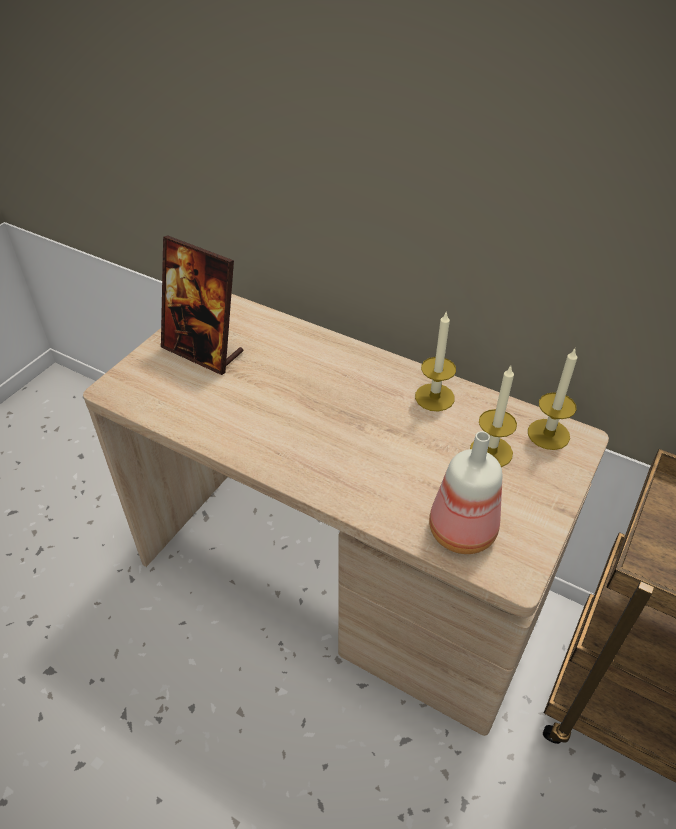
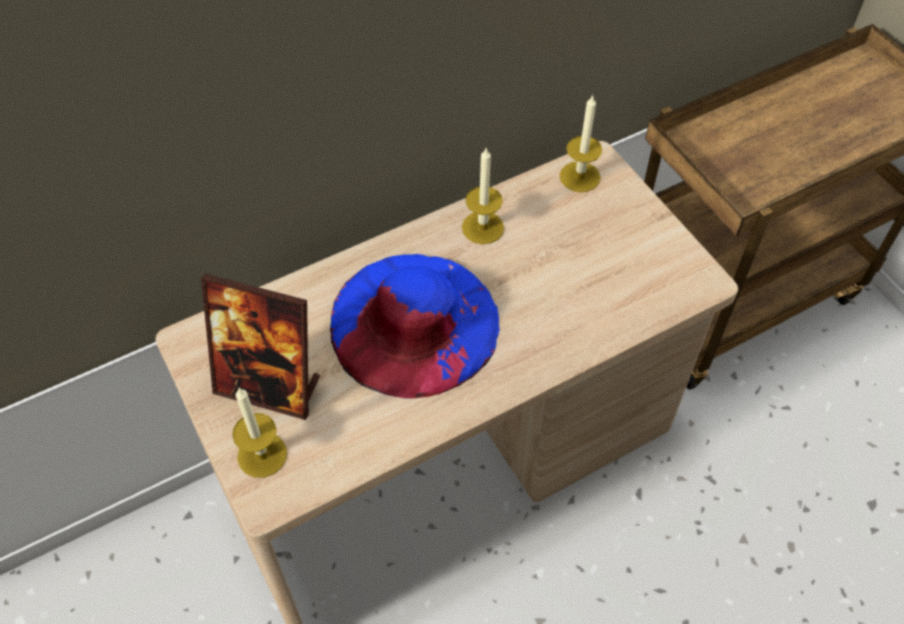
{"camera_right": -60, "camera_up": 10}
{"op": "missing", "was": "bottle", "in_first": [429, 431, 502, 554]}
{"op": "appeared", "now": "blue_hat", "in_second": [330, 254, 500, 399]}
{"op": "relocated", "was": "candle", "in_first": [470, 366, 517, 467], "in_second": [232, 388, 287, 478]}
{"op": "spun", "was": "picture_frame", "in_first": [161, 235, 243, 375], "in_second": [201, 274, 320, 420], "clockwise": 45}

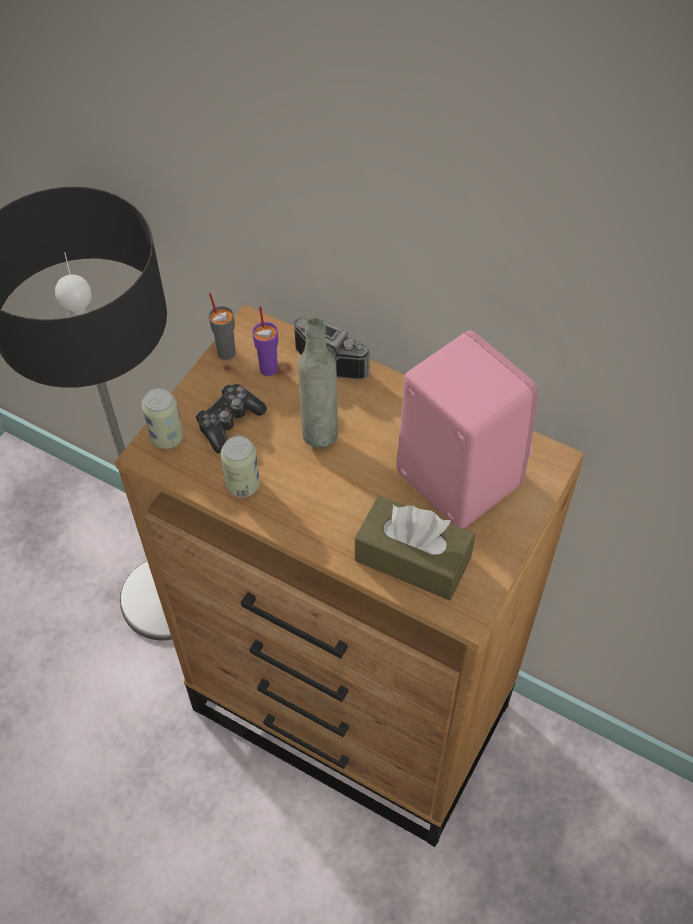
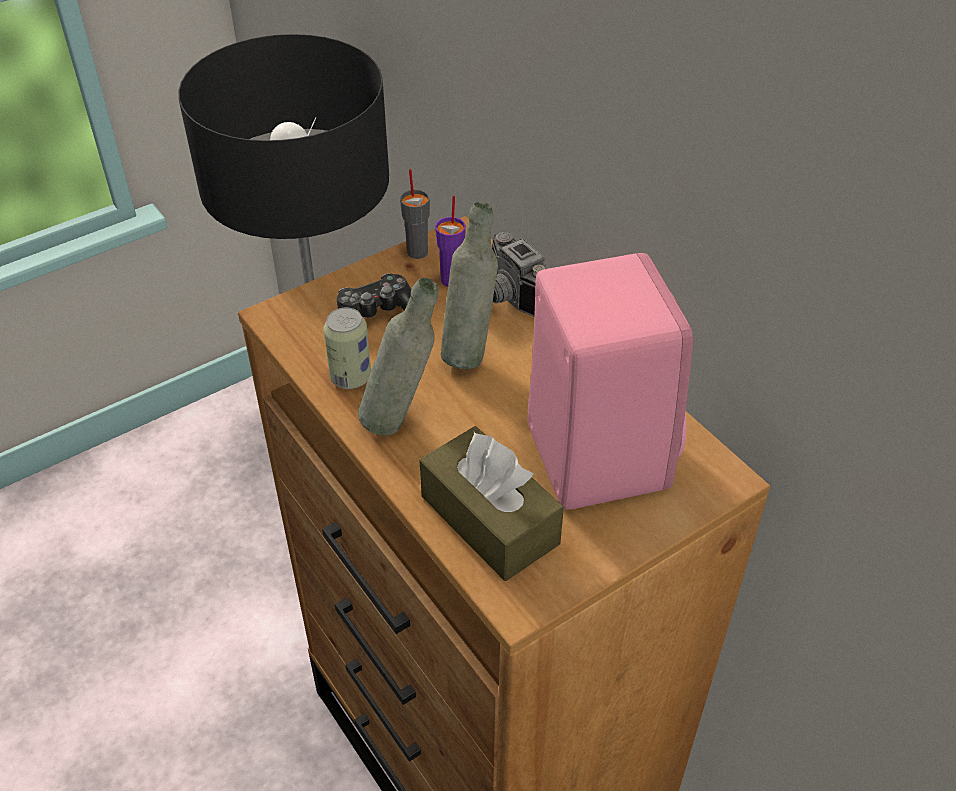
{"camera_right": 25, "camera_up": -10}
{"op": "missing", "was": "can", "in_first": [142, 388, 183, 449]}
{"op": "appeared", "now": "grey_bottle", "in_second": [358, 278, 438, 436]}

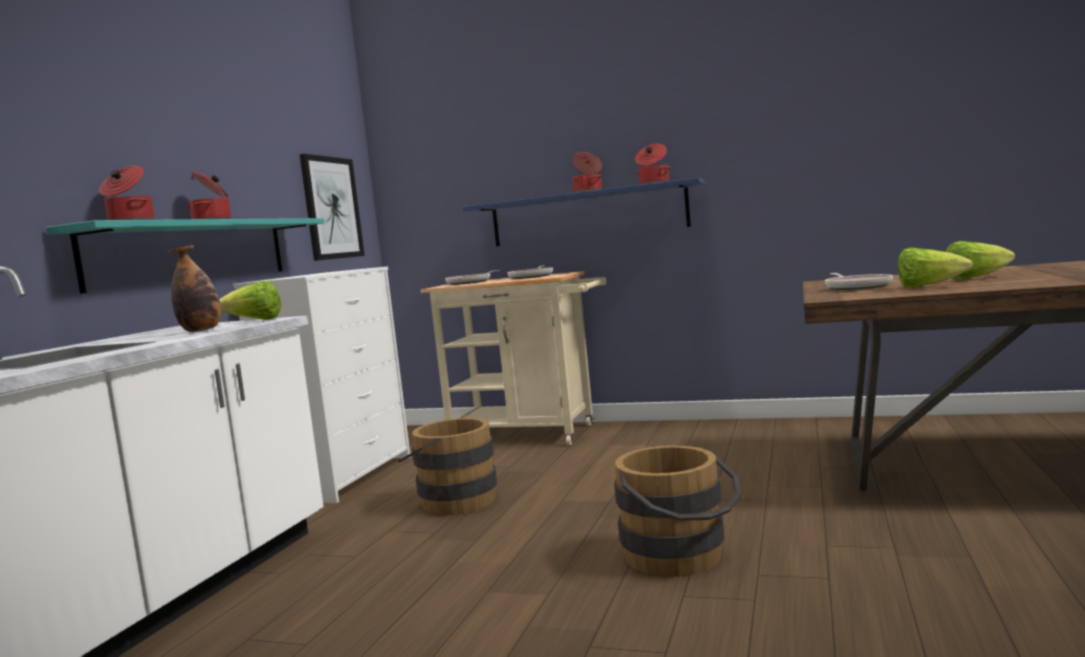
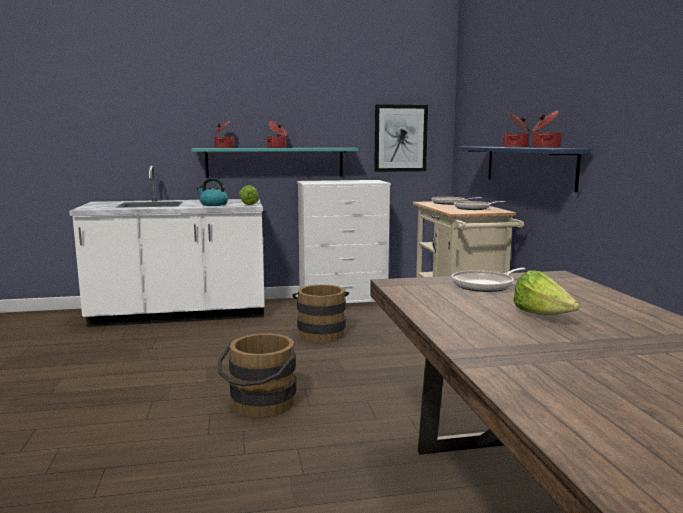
{"camera_right": 60, "camera_up": 5}
{"op": "missing", "was": "lettuce", "in_first": [898, 247, 973, 288]}
{"op": "exchanged", "was": "bottle", "now": "kettle", "in_first": [168, 245, 221, 332], "in_second": [196, 178, 228, 206]}

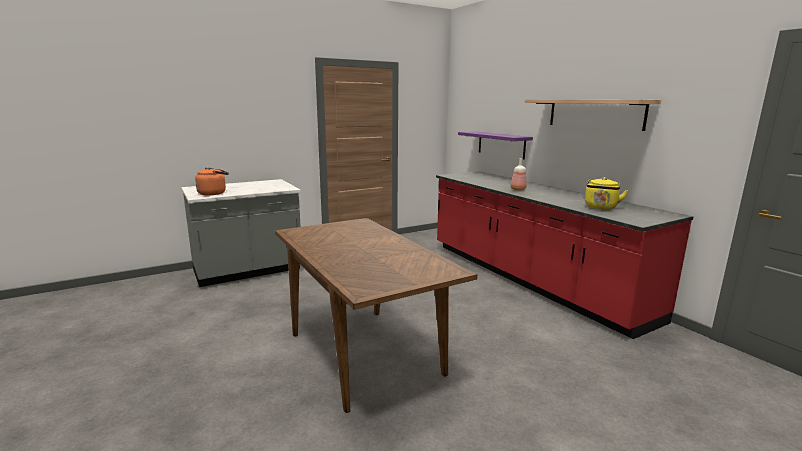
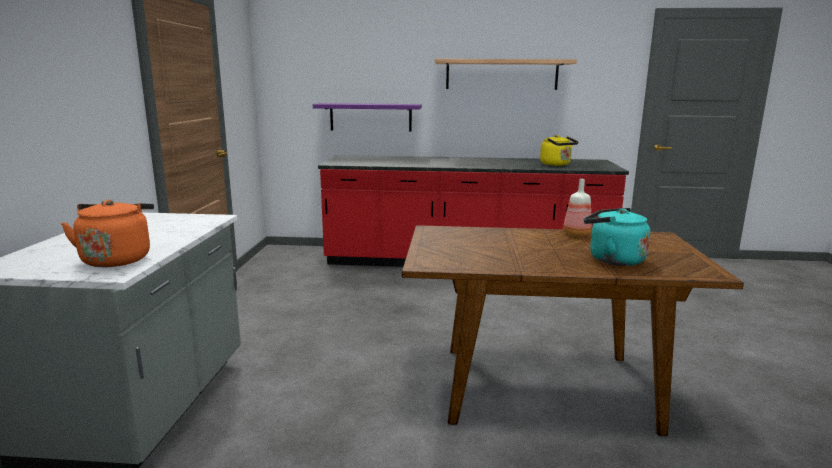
{"camera_right": -55, "camera_up": 0}
{"op": "appeared", "now": "turquoise_kettle", "in_second": [584, 208, 651, 266]}
{"op": "relocated", "was": "bottle", "in_first": [511, 158, 526, 190], "in_second": [563, 179, 592, 236]}

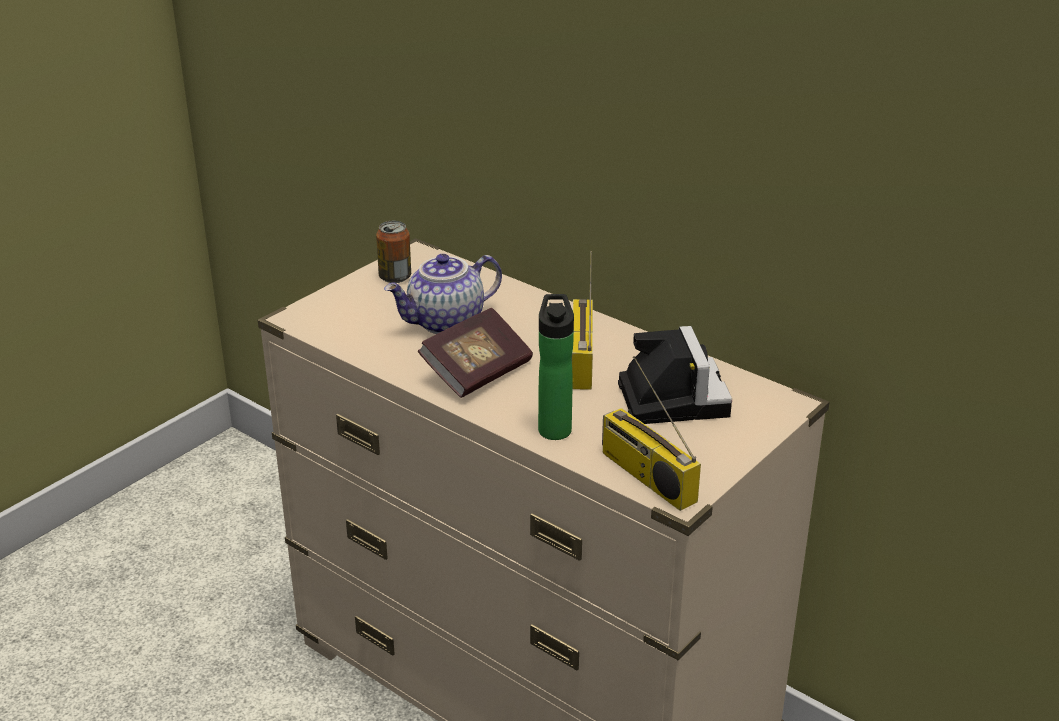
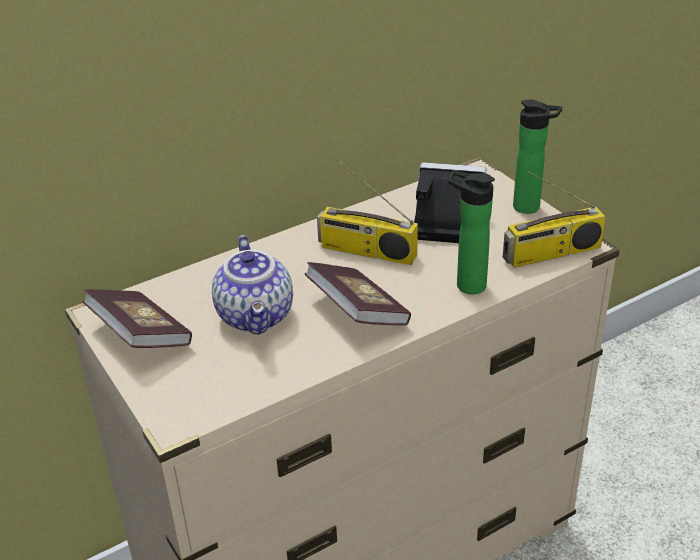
{"camera_right": -70, "camera_up": 5}
{"op": "appeared", "now": "bottle", "in_second": [513, 100, 562, 214]}
{"op": "exchanged", "was": "can", "now": "book", "in_first": [376, 221, 411, 283], "in_second": [83, 289, 192, 348]}

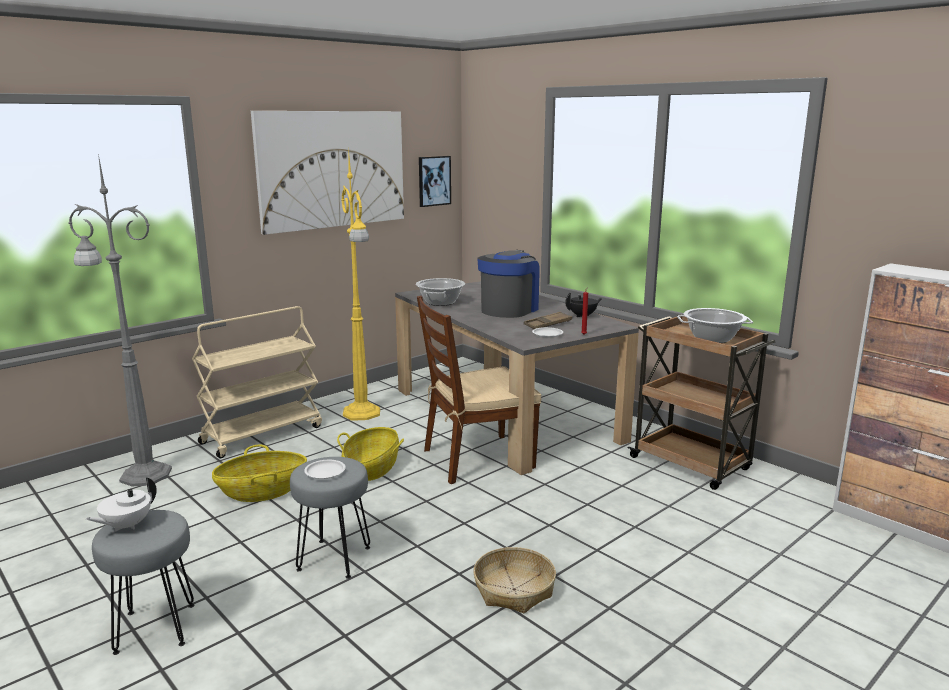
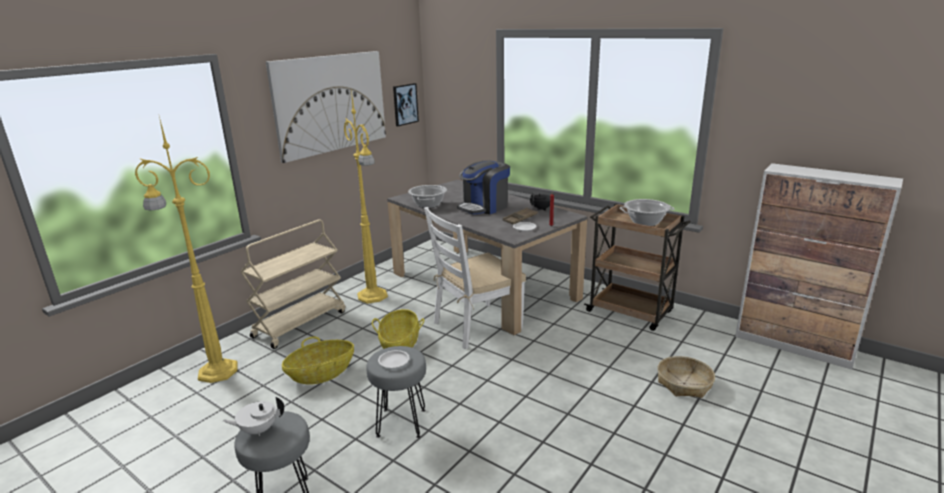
{"camera_right": -10, "camera_up": 5}
{"op": "relocated", "was": "basket", "in_first": [473, 547, 556, 613], "in_second": [657, 356, 715, 398]}
{"op": "colour", "was": "grey_floor_lamp", "now": "yellow_floor_lamp", "in_first": [69, 154, 172, 487], "in_second": [135, 117, 238, 383]}
{"op": "colour", "was": "brown_chair", "now": "white_chair", "in_first": [417, 296, 541, 484], "in_second": [424, 207, 526, 349]}
{"op": "spun", "was": "white_teapot", "in_first": [86, 477, 157, 532], "in_second": [223, 397, 284, 436], "clockwise": 45}
{"op": "spun", "was": "coffee_machine", "in_first": [477, 250, 540, 318], "in_second": [457, 160, 510, 214], "clockwise": -150}

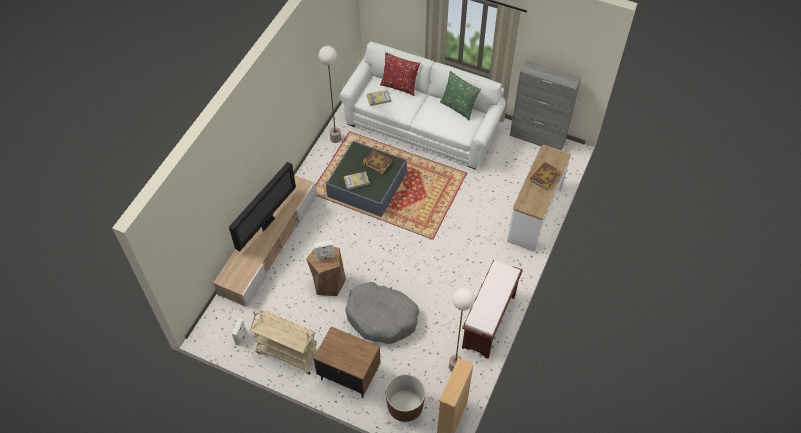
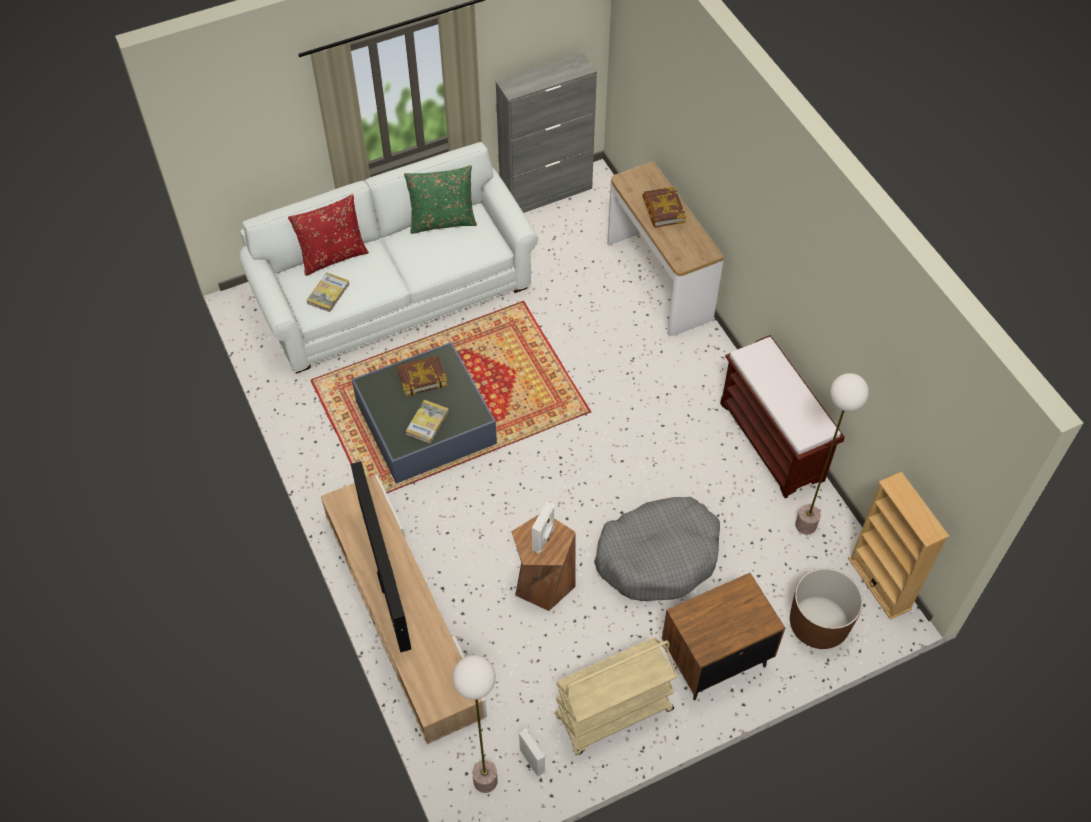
{"camera_right": -50, "camera_up": 0}
{"op": "relocated", "was": "floor_lamp", "in_first": [319, 46, 341, 143], "in_second": [452, 655, 498, 793]}

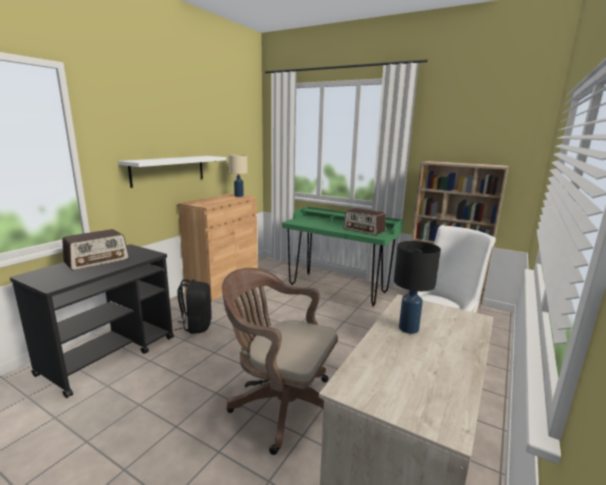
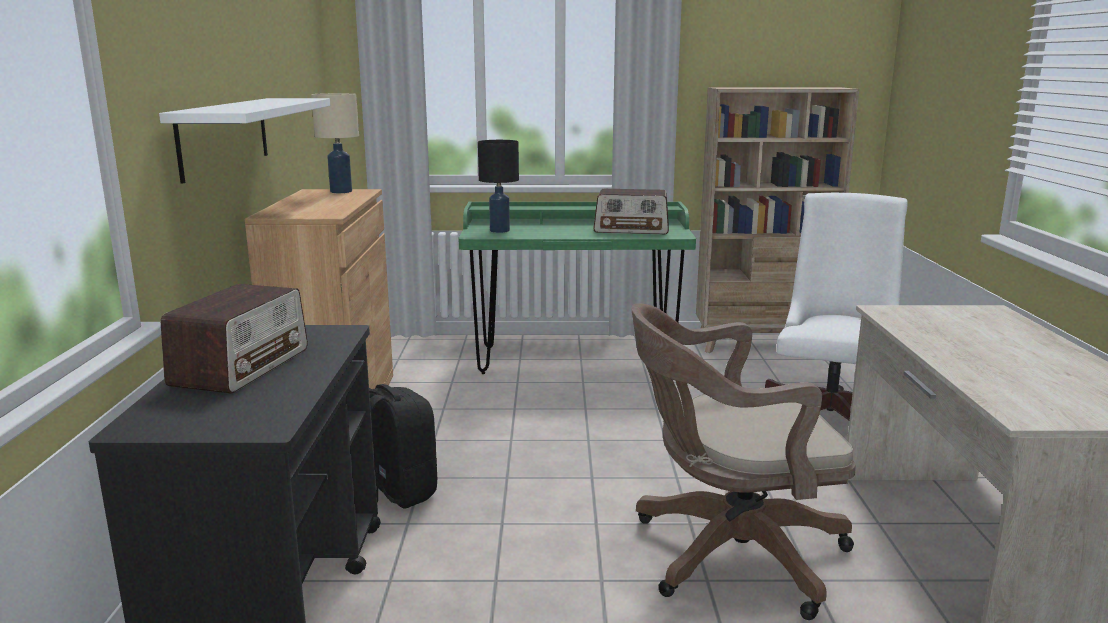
{"camera_right": -30, "camera_up": 0}
{"op": "relocated", "was": "black_table_lamp", "in_first": [394, 241, 441, 334], "in_second": [478, 140, 519, 233]}

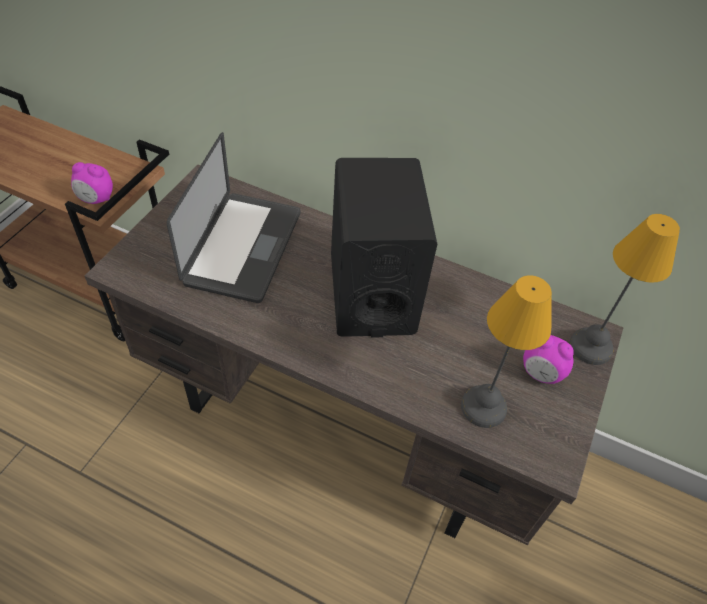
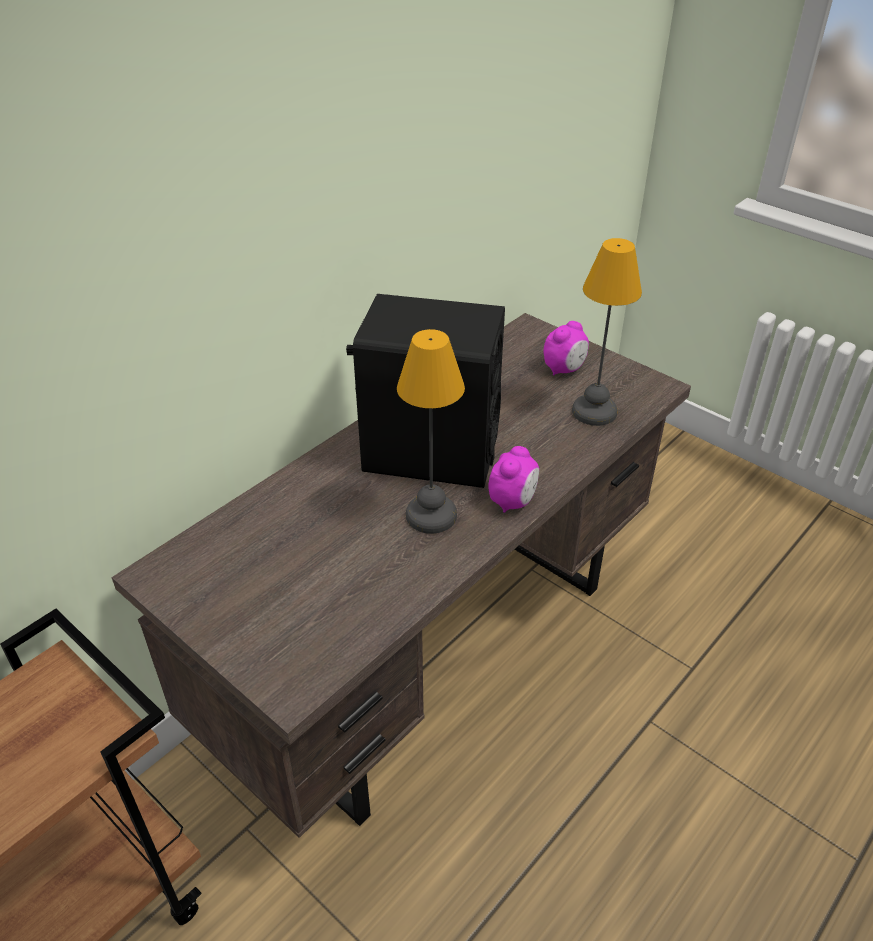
{"camera_right": -70, "camera_up": -10}
{"op": "missing", "was": "laptop", "in_first": [166, 132, 301, 303]}
{"op": "relocated", "was": "alarm_clock", "in_first": [71, 162, 113, 204], "in_second": [488, 446, 539, 513]}
{"op": "relocated", "was": "table_lamp", "in_first": [570, 214, 680, 365], "in_second": [397, 329, 465, 534]}

